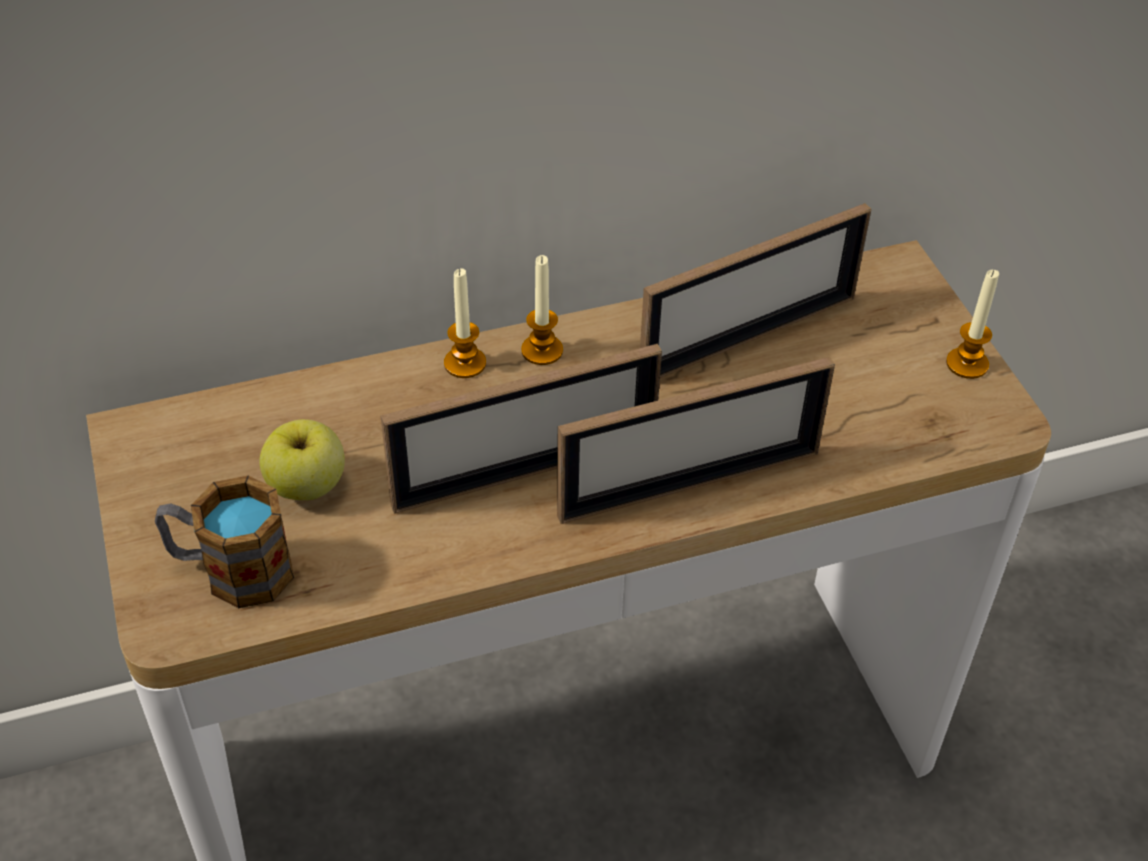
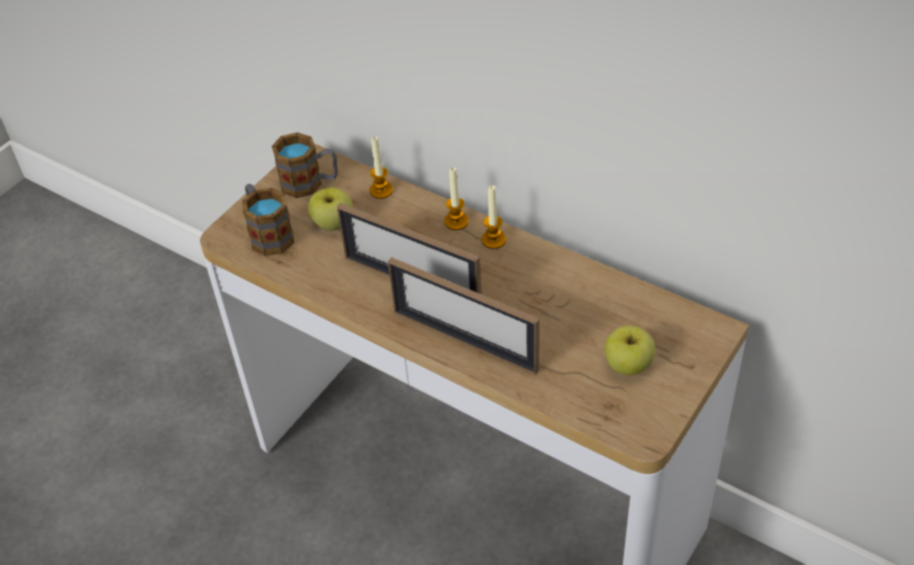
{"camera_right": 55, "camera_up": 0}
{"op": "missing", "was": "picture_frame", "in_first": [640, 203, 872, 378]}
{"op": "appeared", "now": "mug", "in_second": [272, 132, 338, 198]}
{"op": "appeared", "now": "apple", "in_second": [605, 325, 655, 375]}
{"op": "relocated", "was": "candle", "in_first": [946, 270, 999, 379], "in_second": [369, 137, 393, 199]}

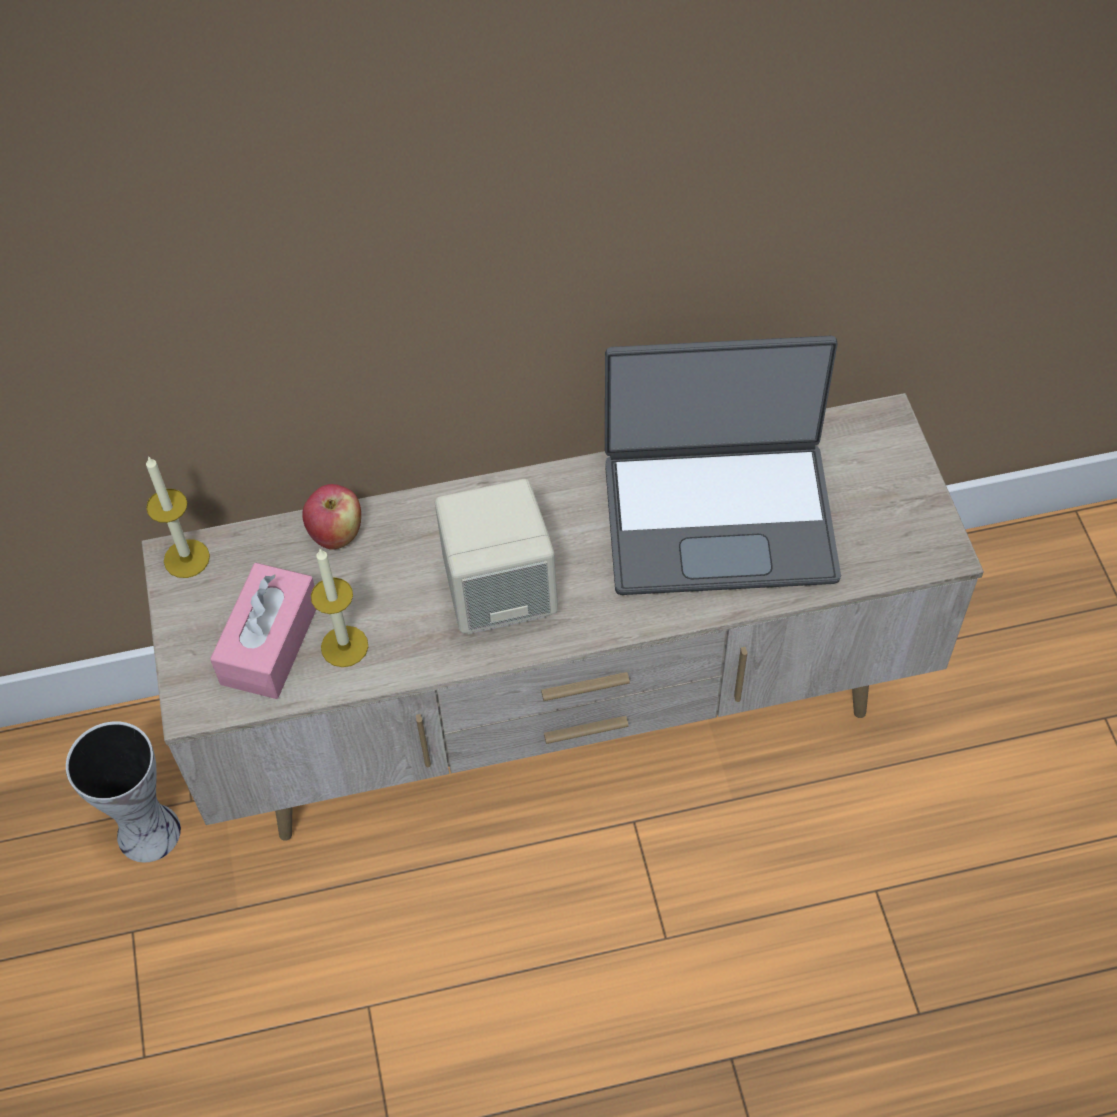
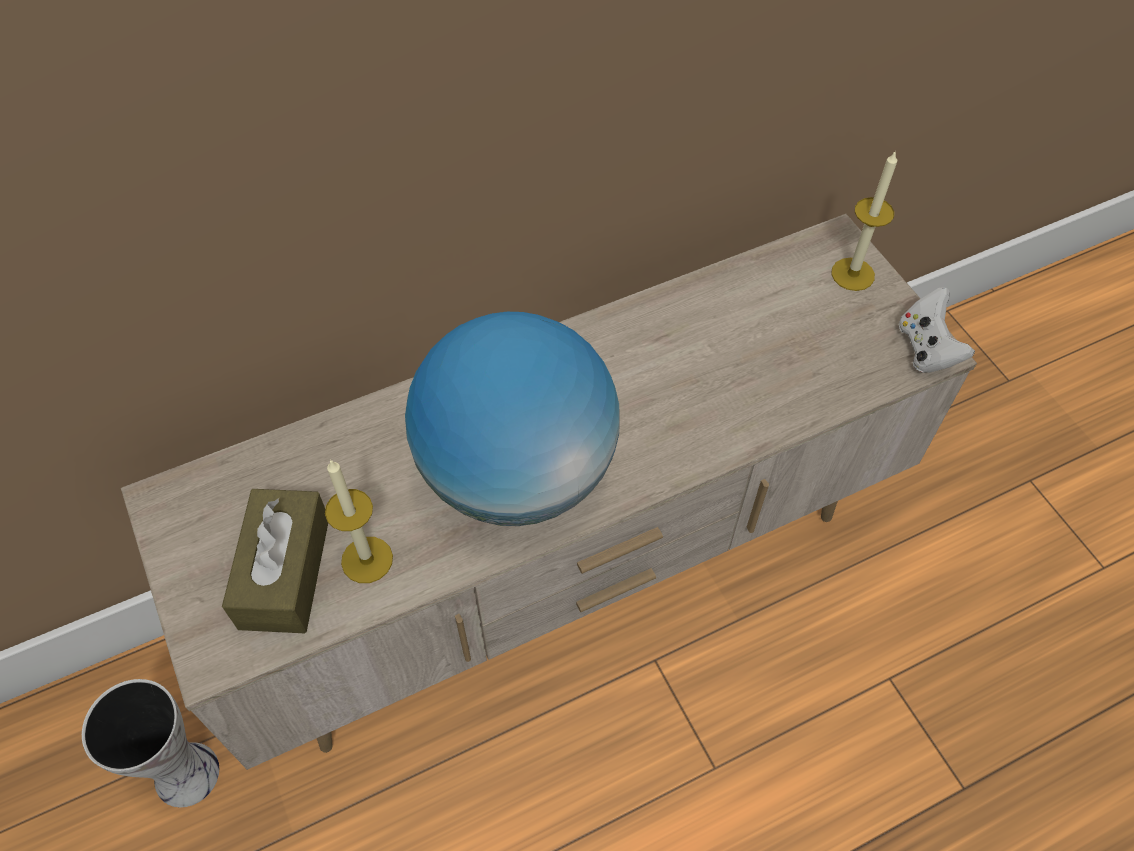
{"camera_right": -15, "camera_up": 0}
{"op": "missing", "was": "apple", "in_first": [302, 484, 361, 550]}
{"op": "missing", "was": "laptop", "in_first": [605, 336, 841, 595]}
{"op": "appeared", "now": "white_game_controller", "in_second": [899, 287, 975, 373]}
{"op": "relocated", "was": "candle", "in_first": [146, 456, 210, 578], "in_second": [831, 150, 897, 291]}
{"op": "exchanged", "was": "beige_speaker", "now": "globe", "in_first": [435, 479, 558, 634], "in_second": [405, 312, 619, 526]}
{"op": "colour", "was": "pink_tissue_box", "now": "brown_tissue_box", "in_first": [210, 563, 316, 699], "in_second": [222, 489, 328, 633]}

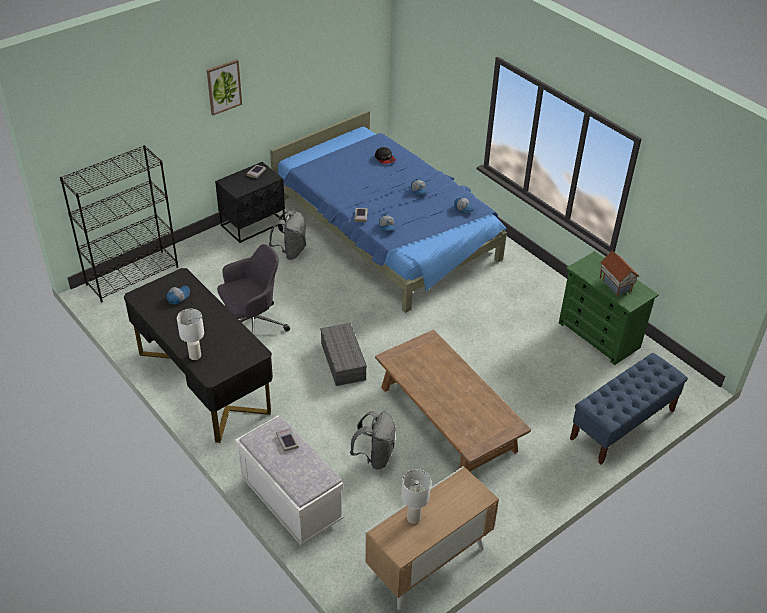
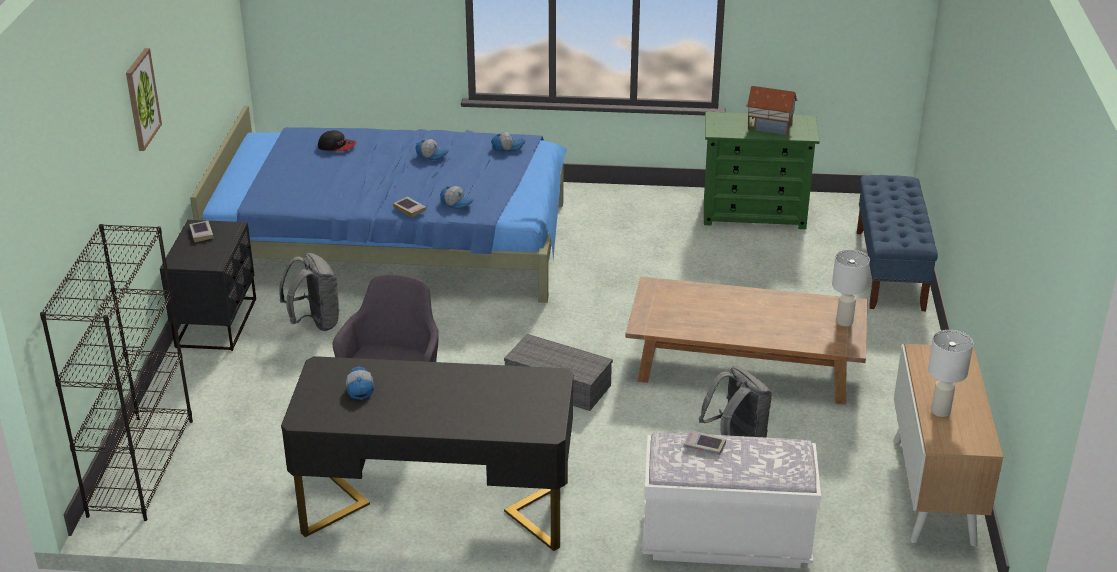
{"camera_right": -45, "camera_up": -10}
{"op": "relocated", "was": "white_table_lamp", "in_first": [177, 309, 204, 360], "in_second": [832, 250, 870, 326]}

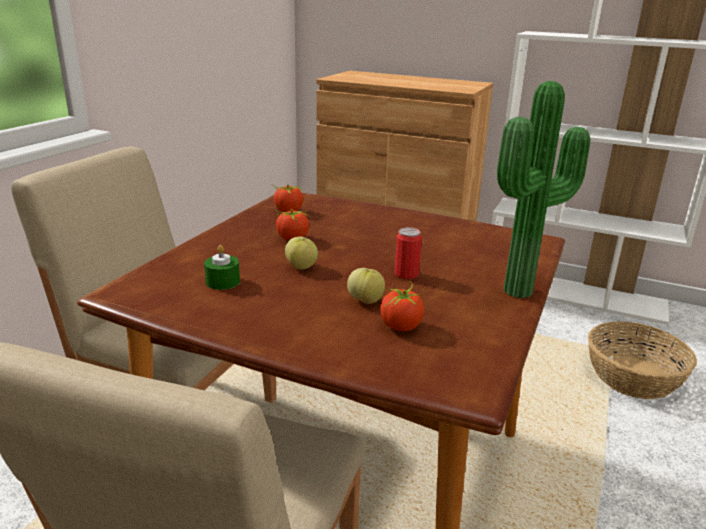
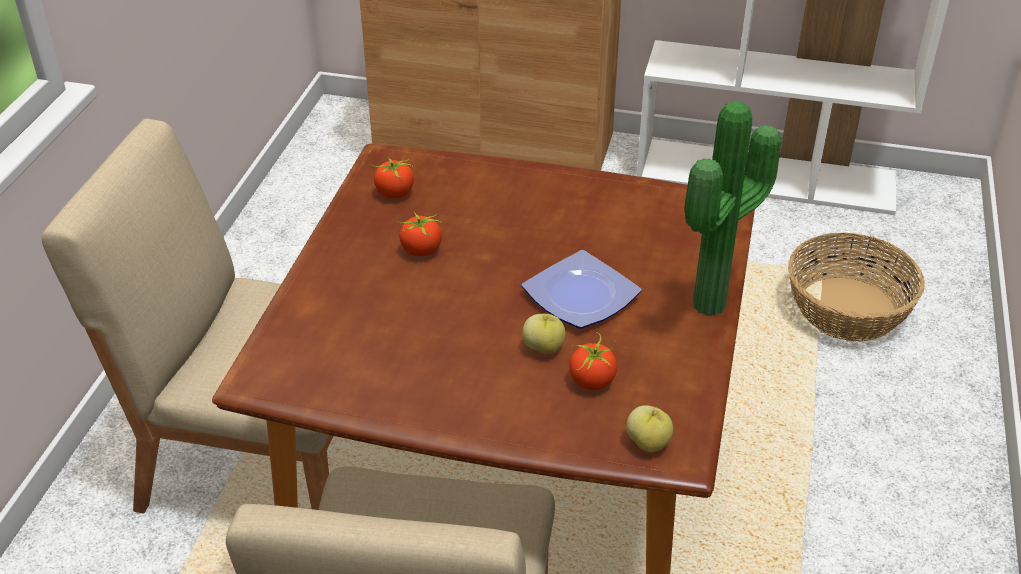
{"camera_right": -10, "camera_up": 15}
{"op": "missing", "was": "green_candle", "in_first": [204, 245, 240, 290]}
{"op": "relocated", "was": "apple", "in_first": [285, 237, 318, 269], "in_second": [626, 405, 673, 452]}
{"op": "exchanged", "was": "can", "now": "plate", "in_first": [395, 227, 422, 279], "in_second": [522, 250, 642, 329]}

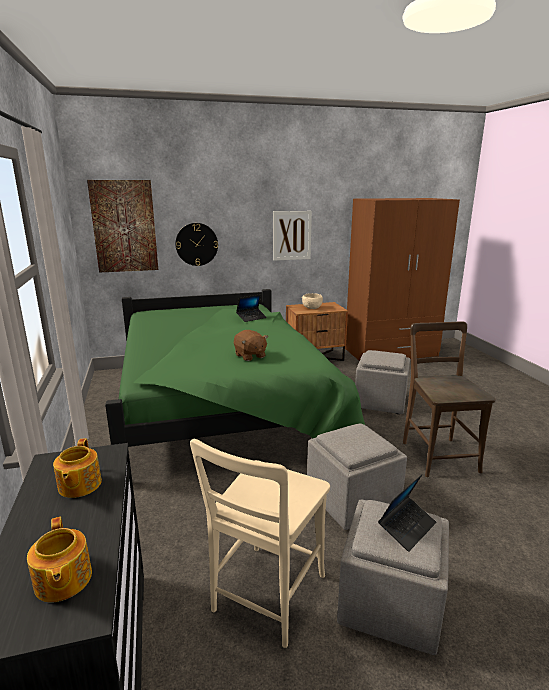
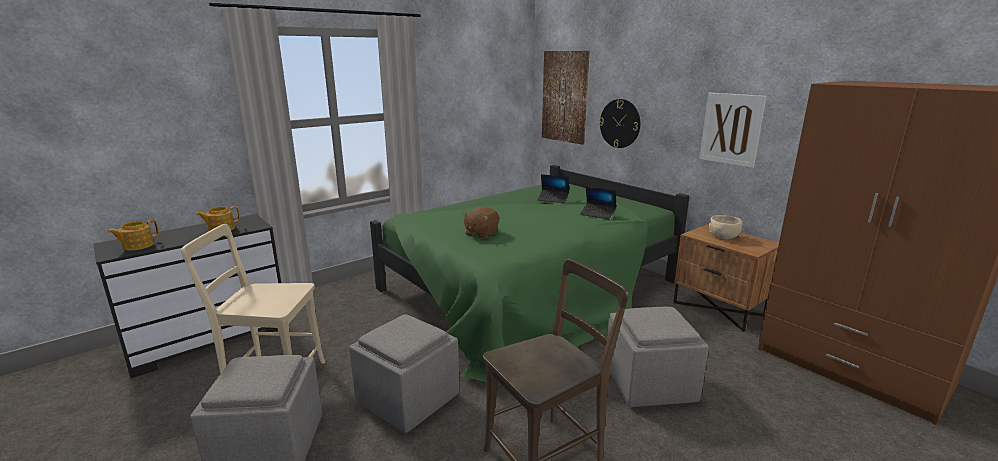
{"camera_right": 65, "camera_up": 0}
{"op": "relocated", "was": "laptop", "in_first": [378, 475, 436, 552], "in_second": [538, 174, 569, 203]}

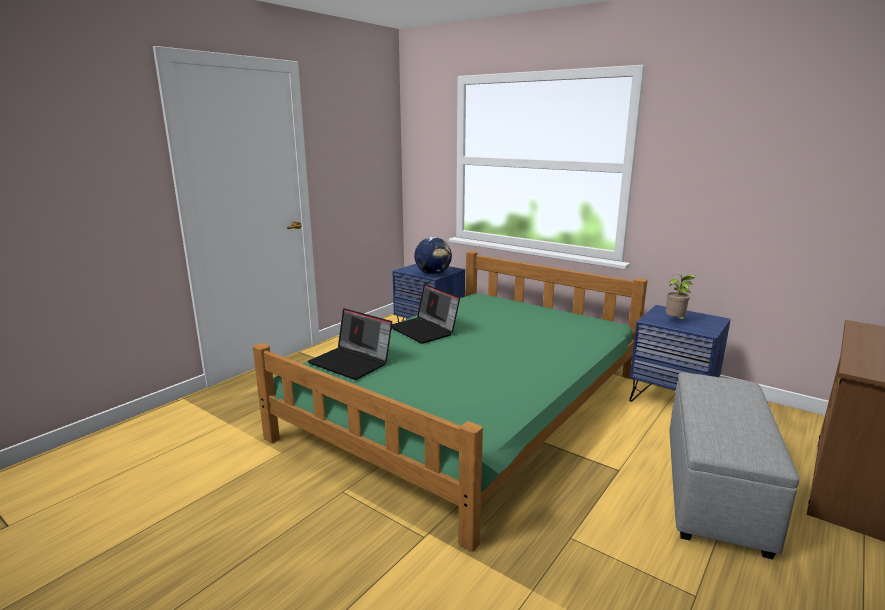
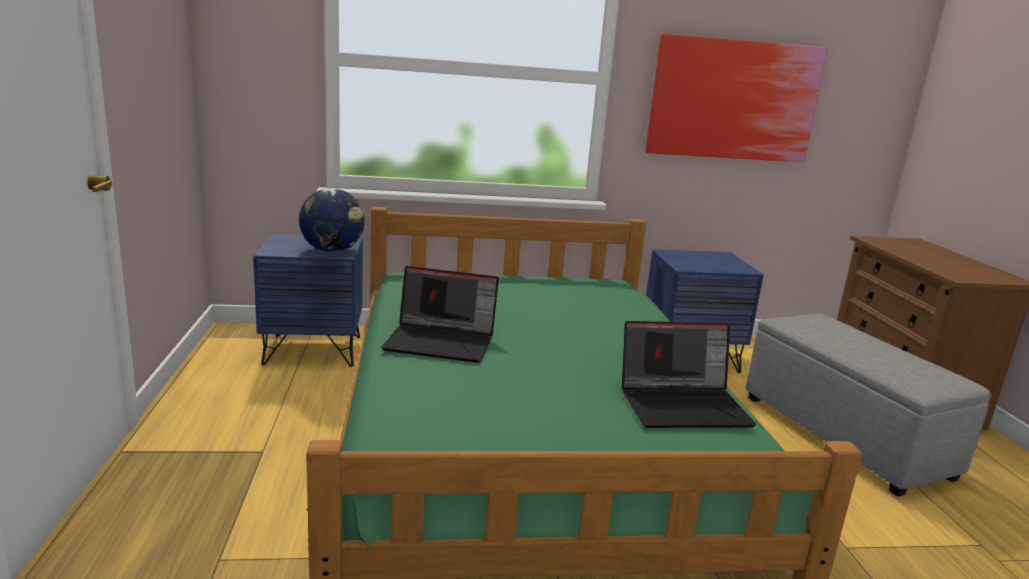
{"camera_right": -45, "camera_up": 0}
{"op": "missing", "was": "potted_plant", "in_first": [666, 274, 697, 320]}
{"op": "appeared", "now": "picture", "in_second": [645, 34, 828, 163]}
{"op": "relocated", "was": "laptop", "in_first": [308, 308, 392, 380], "in_second": [622, 321, 756, 428]}

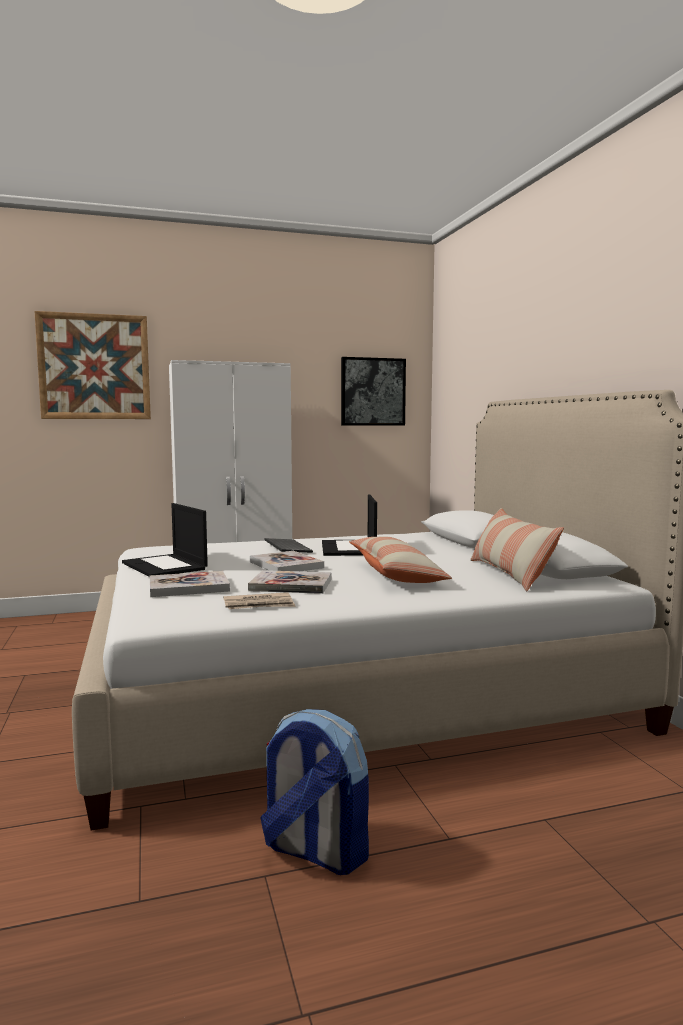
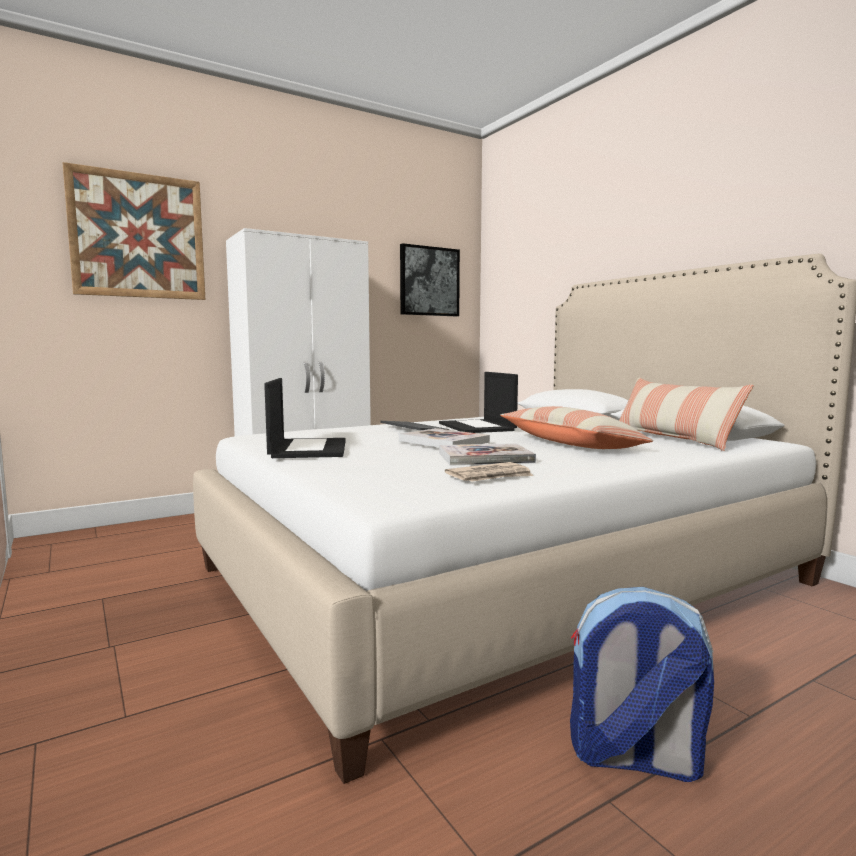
{"camera_right": -15, "camera_up": 0}
{"op": "missing", "was": "book", "in_first": [150, 571, 230, 597]}
{"op": "spun", "was": "laptop", "in_first": [122, 503, 208, 577], "in_second": [264, 378, 346, 458], "clockwise": -135}

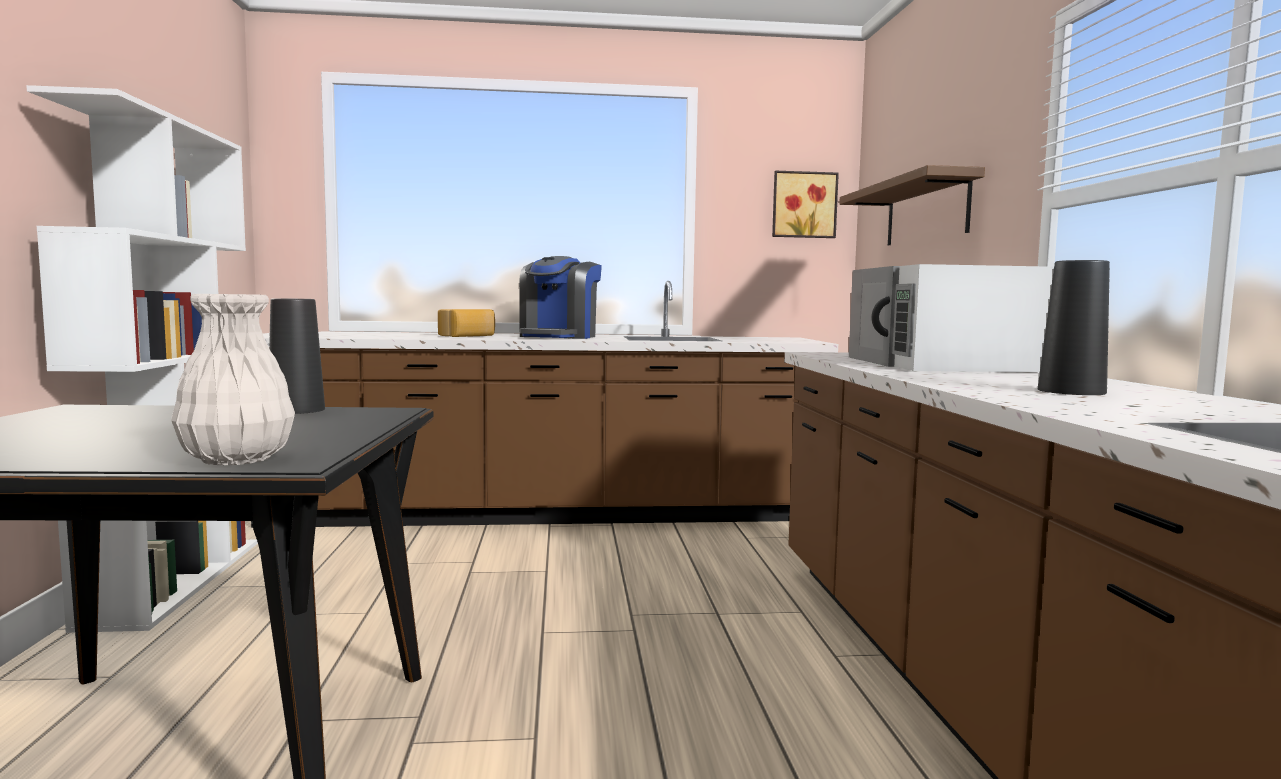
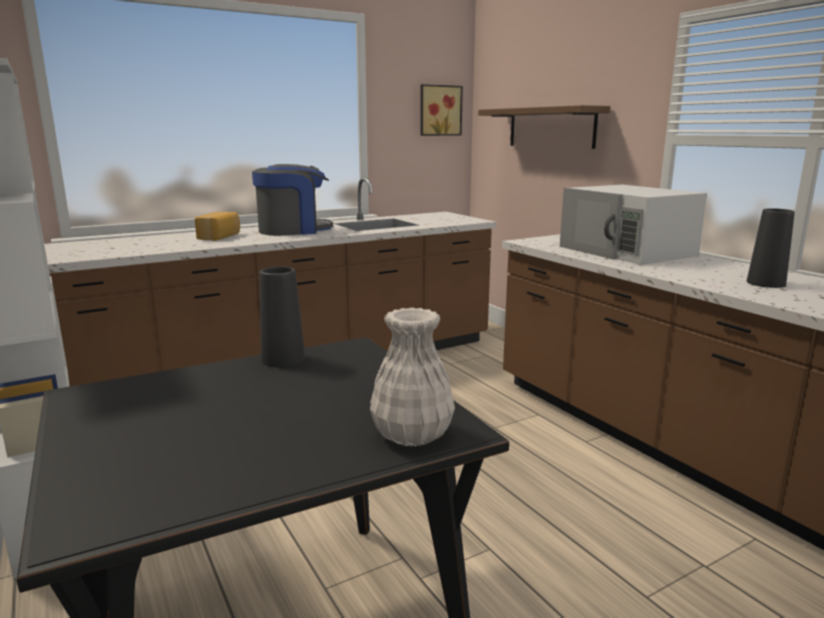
{"camera_right": -25, "camera_up": 10}
{"op": "spun", "was": "coffee_machine", "in_first": [519, 256, 602, 339], "in_second": [252, 164, 333, 236], "clockwise": -105}

